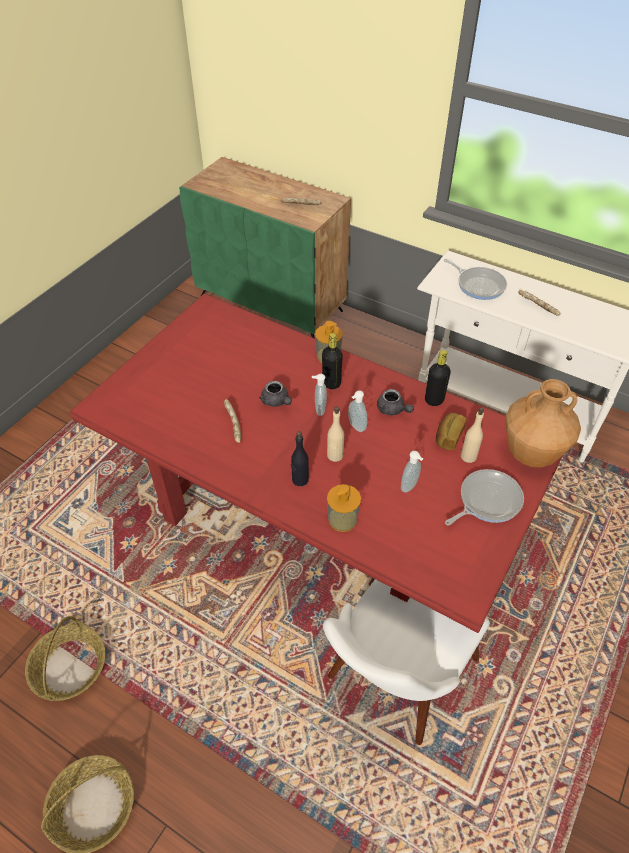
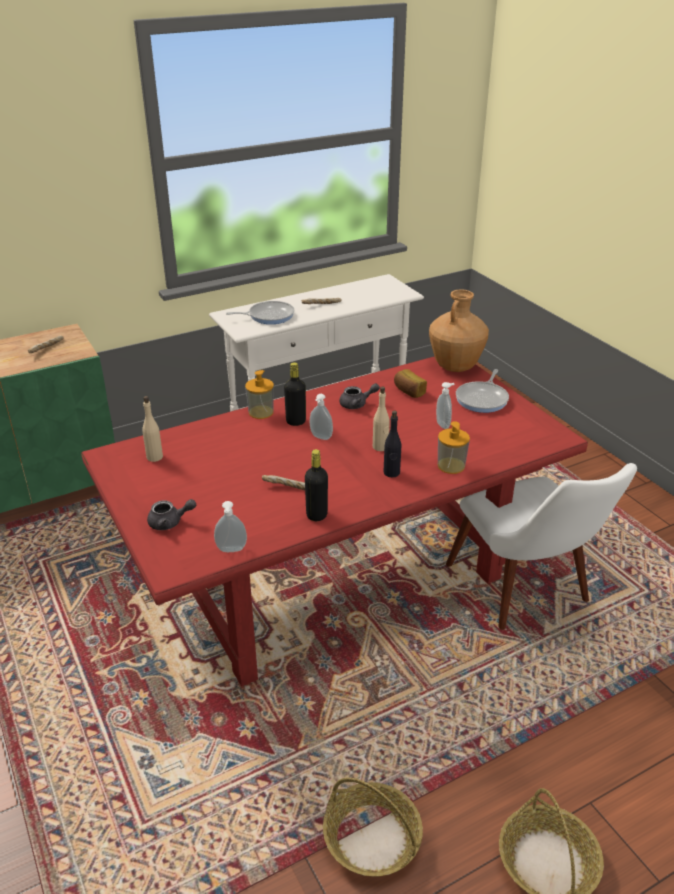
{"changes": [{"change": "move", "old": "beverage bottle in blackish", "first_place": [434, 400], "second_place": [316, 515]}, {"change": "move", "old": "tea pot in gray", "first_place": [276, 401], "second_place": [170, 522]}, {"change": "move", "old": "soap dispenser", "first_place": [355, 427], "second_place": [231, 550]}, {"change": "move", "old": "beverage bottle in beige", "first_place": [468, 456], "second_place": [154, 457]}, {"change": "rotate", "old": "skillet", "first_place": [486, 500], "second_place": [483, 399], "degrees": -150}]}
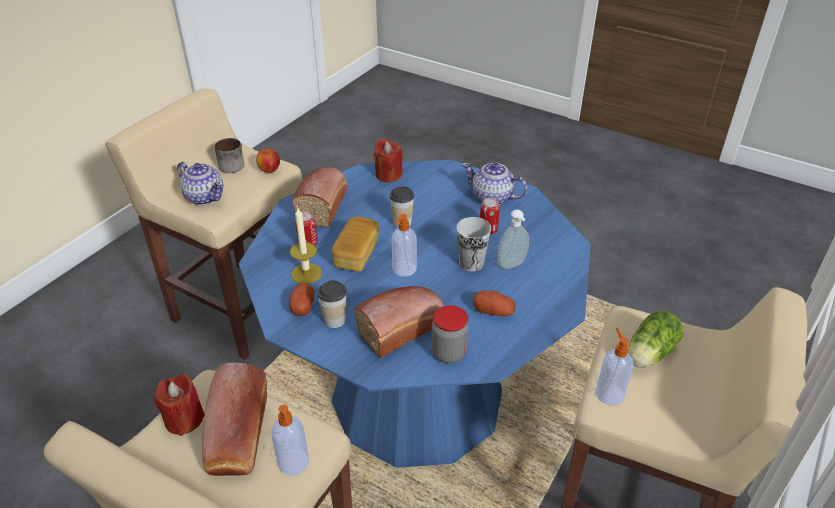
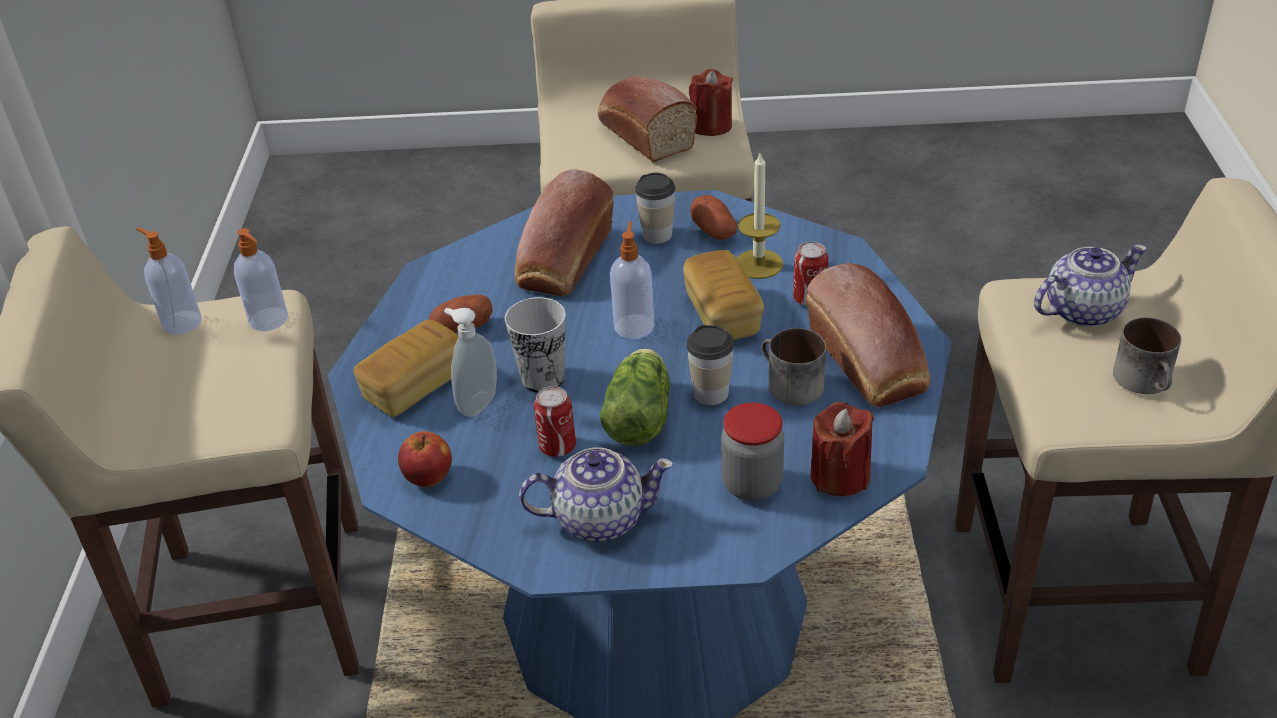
{"changes": [{"change": "move", "old": "whole apple", "first_place": [269, 170], "second_place": [428, 477]}, {"change": "rotate", "old": "tea pot", "first_place": [204, 197], "second_place": [1081, 311], "degrees": 150}, {"change": "move", "old": "preserve jar", "first_place": [449, 353], "second_place": [752, 485]}, {"change": "move", "old": "head of lettuce", "first_place": [648, 354], "second_place": [640, 414]}, {"change": "move", "old": "soap dispenser", "first_place": [294, 463], "second_place": [181, 322]}, {"change": "insert", "new": "bakery bread", "second_place": [415, 387]}, {"change": "insert", "new": "mug", "second_place": [788, 384]}]}
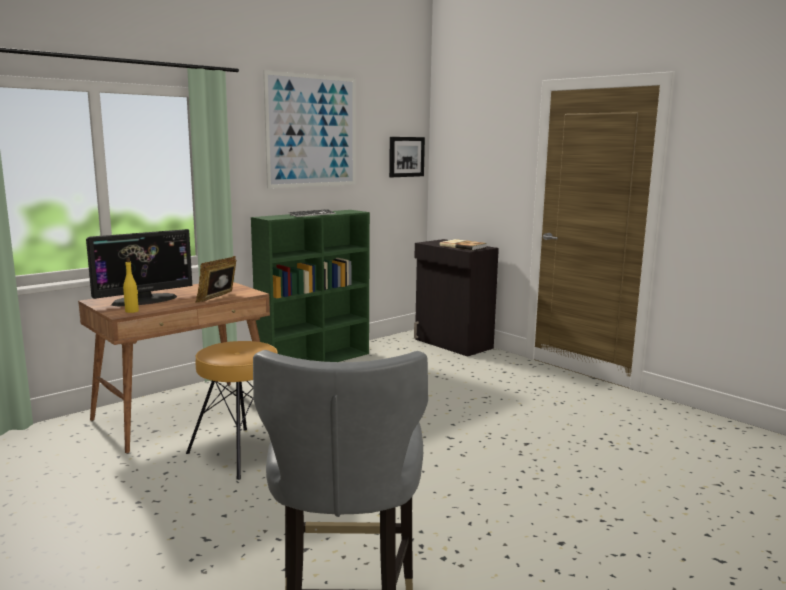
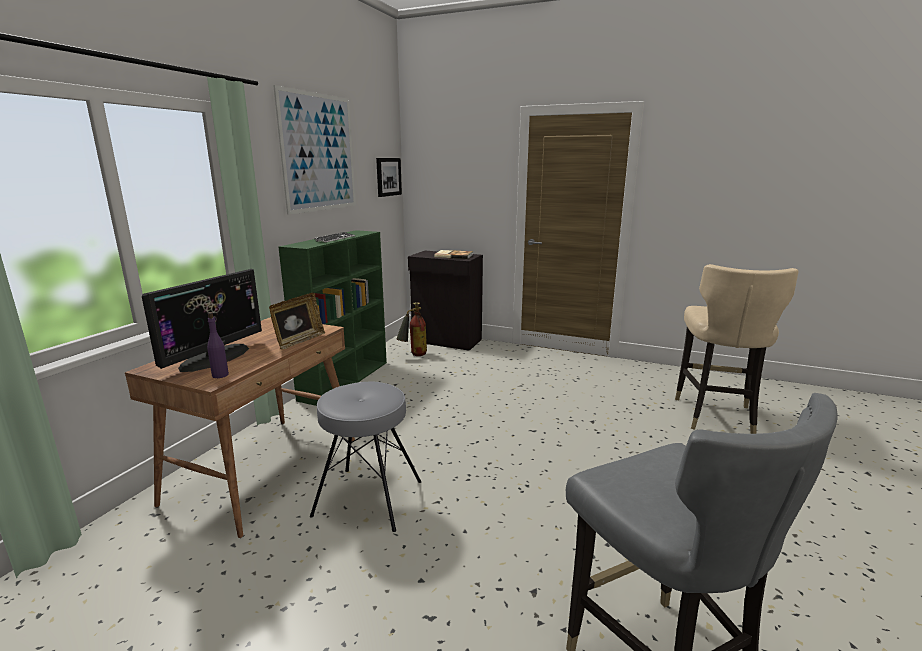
{"changes": [{"change": "rotate", "old": "standing frame", "first_place": [218, 298], "second_place": [299, 341], "degrees": -150}, {"change": "recolor", "old": "beverage bottle in yellowish", "new": "beverage bottle in purplish", "first_place": [132, 311], "second_place": [220, 375]}, {"change": "recolor", "old": "stool in brown", "new": "stool in gray", "first_place": [241, 453], "second_place": [368, 499]}, {"change": "insert", "new": "upright chair in beige", "second_place": [715, 416]}, {"change": "insert", "new": "fire-fighting cylinder", "second_place": [413, 355]}]}
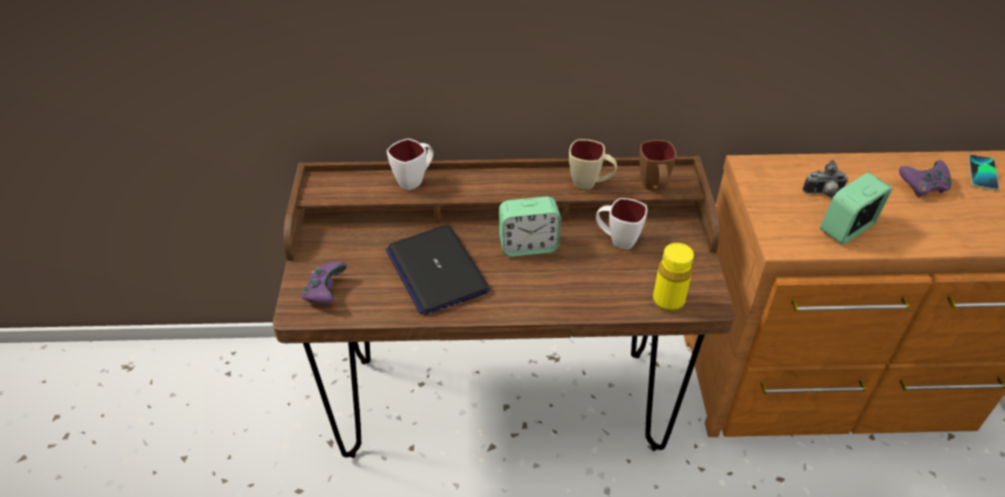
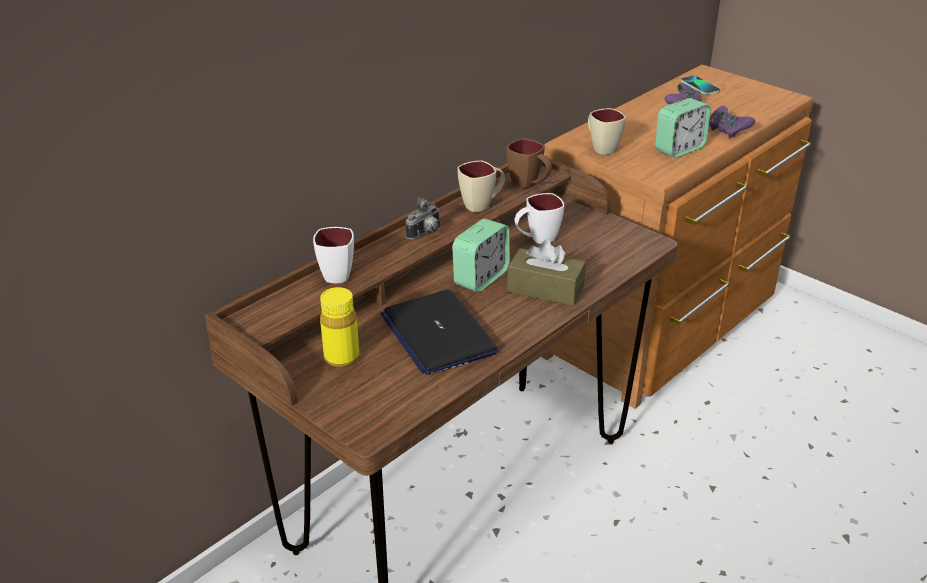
{"changes": [{"change": "move", "old": "photo camera", "first_place": [823, 194], "second_place": [426, 233]}, {"change": "rotate", "old": "bedside clock", "first_place": [847, 229], "second_place": [679, 149], "degrees": -135}, {"change": "rotate", "old": "portable computer", "first_place": [436, 270], "second_place": [437, 334], "degrees": 45}, {"change": "move", "old": "beverage bottle in yellowish", "first_place": [668, 301], "second_place": [341, 357]}, {"change": "move", "old": "game controller in purplish", "first_place": [325, 292], "second_place": [727, 131]}, {"change": "insert", "new": "mug in beige", "second_place": [601, 148]}, {"change": "insert", "new": "box of tissues in brown", "second_place": [545, 289]}]}
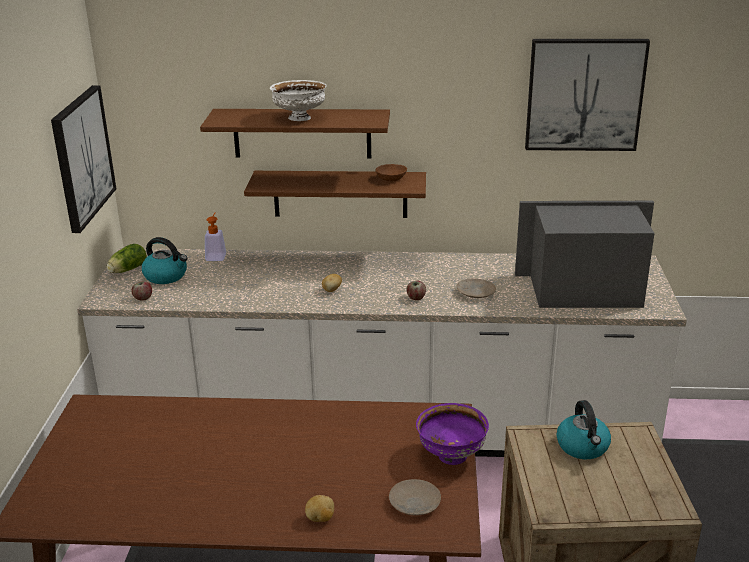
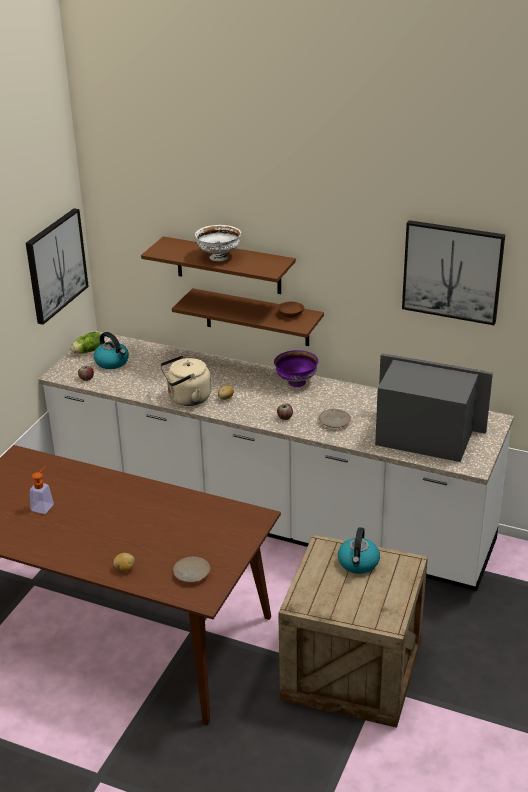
{"changes": [{"change": "move", "old": "soap dispenser", "first_place": [216, 255], "second_place": [44, 505]}, {"change": "move", "old": "deep dish in purplish", "first_place": [451, 456], "second_place": [296, 382]}, {"change": "insert", "new": "kettle in beige", "second_place": [187, 399]}]}
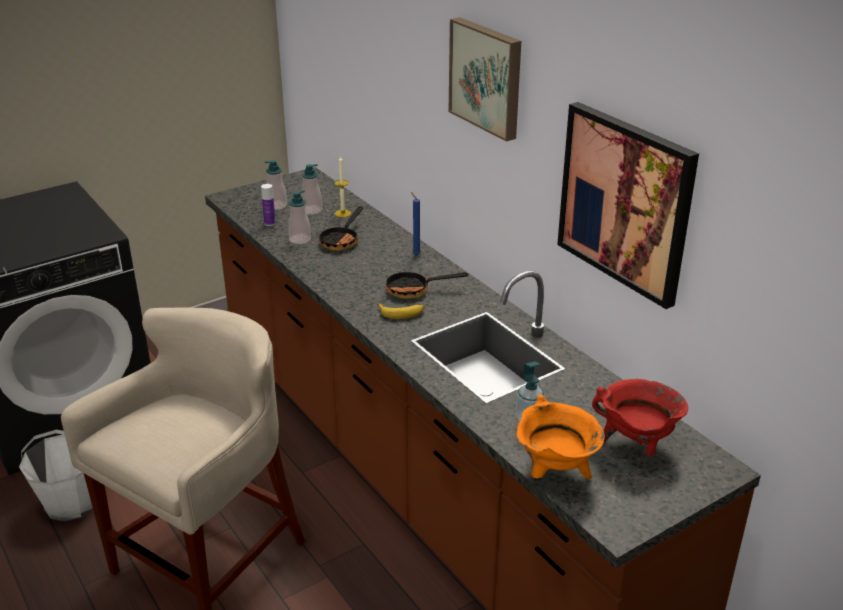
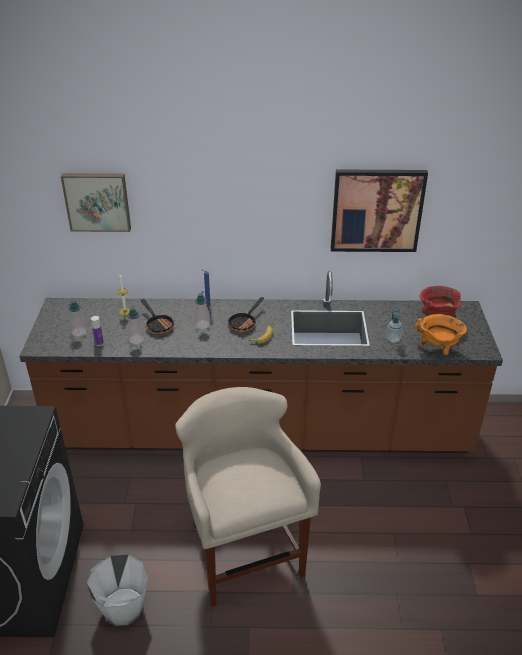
{"changes": [{"change": "move", "old": "wall art", "first_place": [487, 77], "second_place": [97, 201]}, {"change": "move", "old": "soap dispenser", "first_place": [312, 210], "second_place": [202, 325]}]}
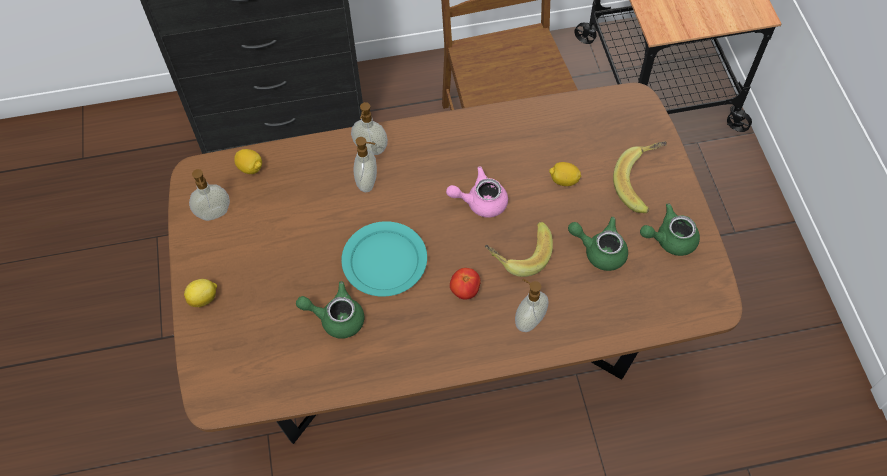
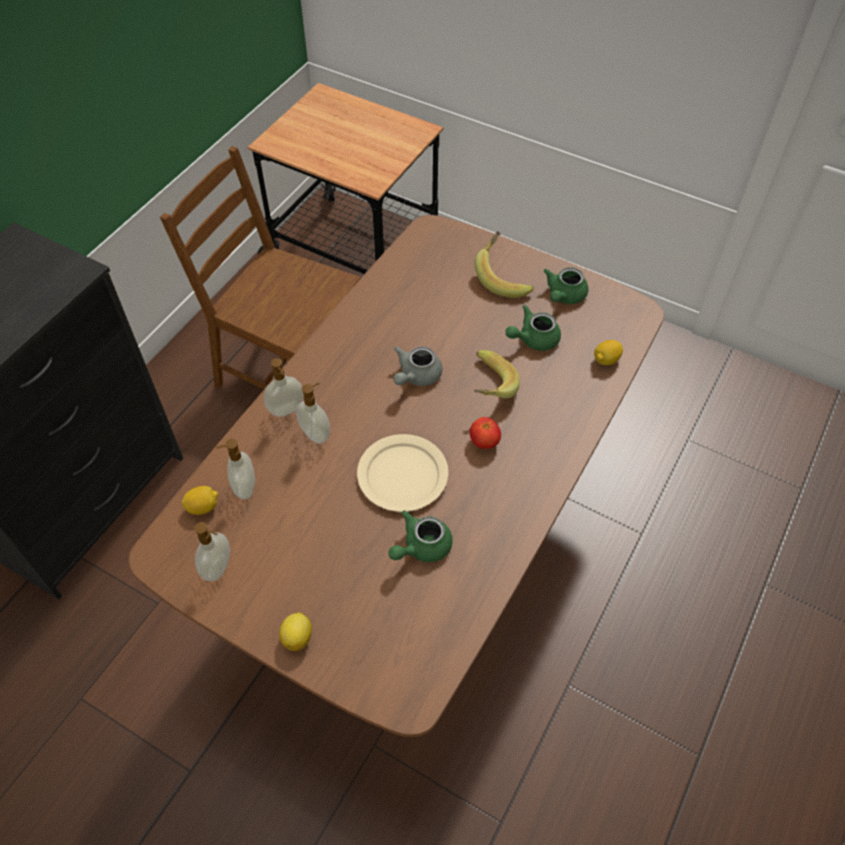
{"changes": [{"change": "move", "old": "whole lemon", "first_place": [563, 180], "second_place": [606, 360]}, {"change": "recolor", "old": "tea pot in pinkish", "new": "tea pot in gray", "first_place": [480, 202], "second_place": [416, 376]}, {"change": "recolor", "old": "dinner plate in turquoise", "new": "dinner plate in beige", "first_place": [385, 261], "second_place": [403, 475]}, {"change": "move", "old": "soap dispenser", "first_place": [529, 320], "second_place": [244, 487]}]}
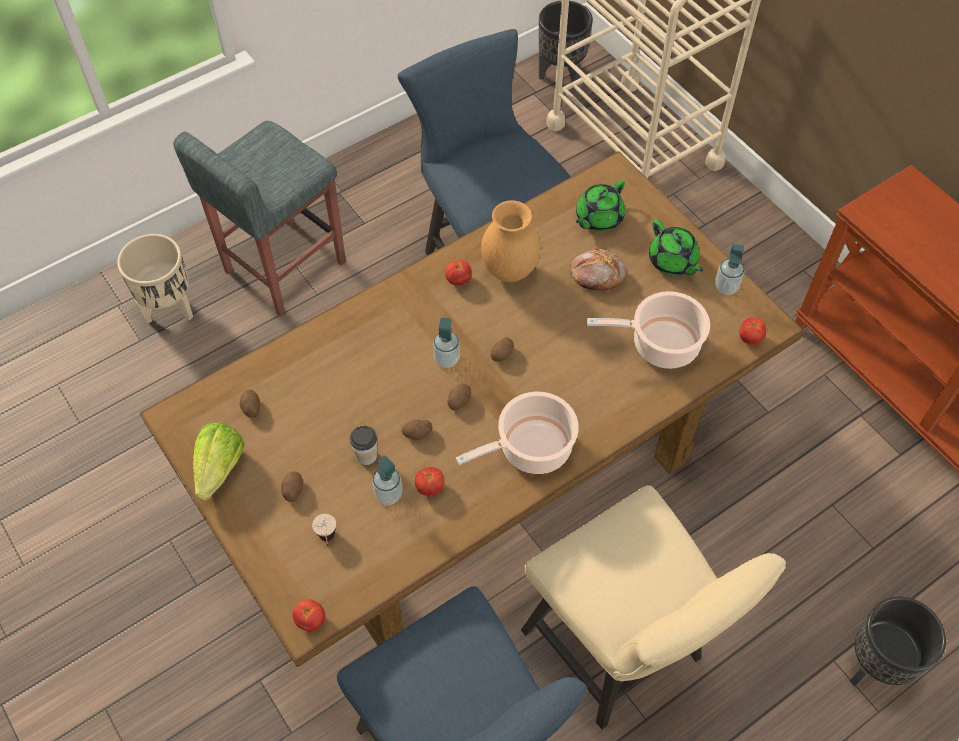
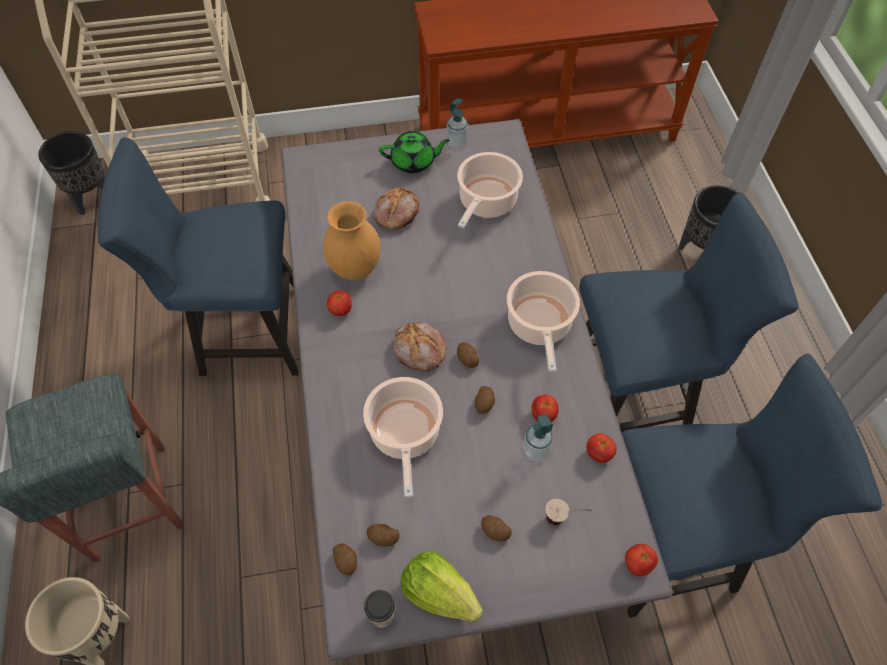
{"changes": [{"change": "recolor", "old": "dining table in brown", "new": "dining table in gray", "first_place": [479, 478], "second_place": [445, 428]}, {"change": "delete", "old": "tea pot in green", "first_place": [598, 218]}, {"change": "move", "old": "tomato", "first_place": [750, 338], "second_place": [599, 453]}, {"change": "replace", "old": "soap dispenser", "new": "bakery bread", "first_place": [447, 359], "second_place": [419, 351]}, {"change": "move", "old": "spud", "first_place": [502, 354], "second_place": [346, 561]}, {"change": "move", "old": "drinking cup", "first_place": [366, 456], "second_place": [382, 616]}, {"change": "recolor", "old": "upright chair in beige", "new": "upright chair in blue-coloured", "first_place": [621, 653], "second_place": [636, 394]}, {"change": "insert", "new": "saucepot", "second_place": [405, 435]}]}
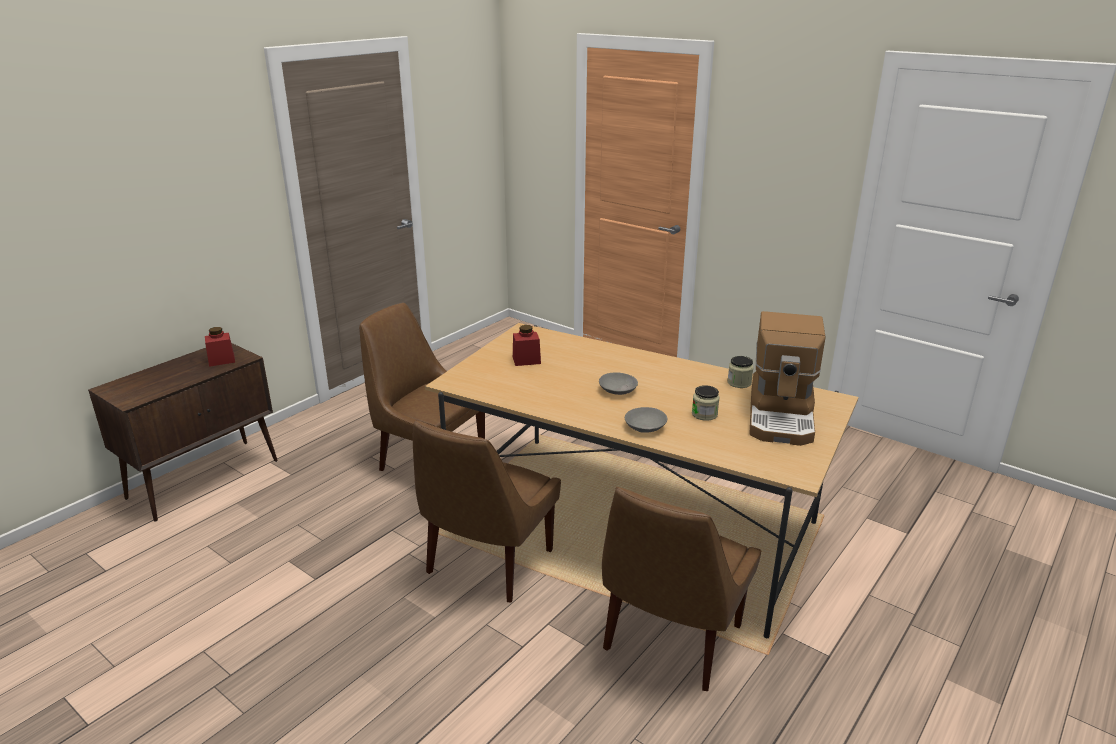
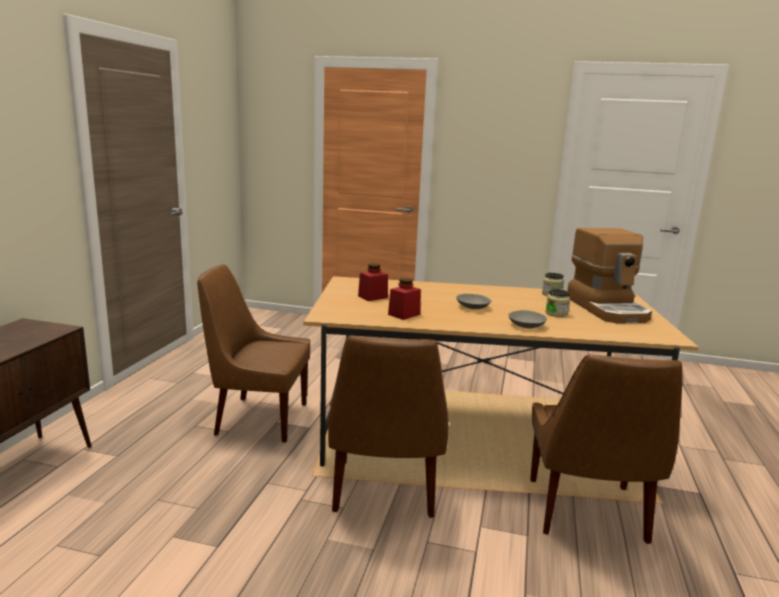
{"changes": [{"change": "move", "old": "preserve jar in red", "first_place": [221, 360], "second_place": [404, 314]}]}
